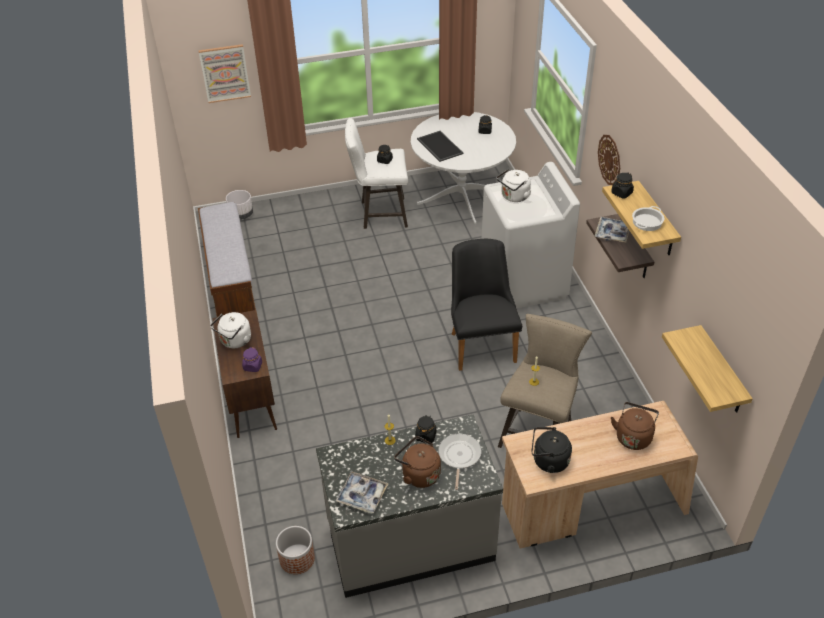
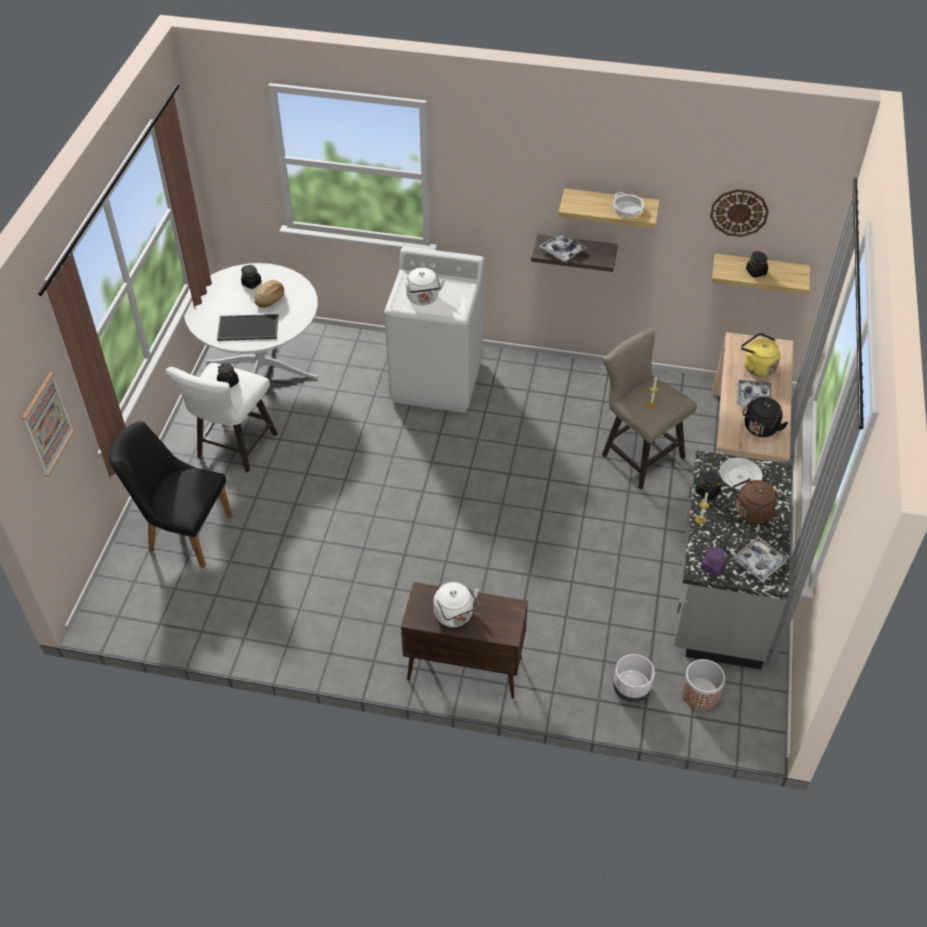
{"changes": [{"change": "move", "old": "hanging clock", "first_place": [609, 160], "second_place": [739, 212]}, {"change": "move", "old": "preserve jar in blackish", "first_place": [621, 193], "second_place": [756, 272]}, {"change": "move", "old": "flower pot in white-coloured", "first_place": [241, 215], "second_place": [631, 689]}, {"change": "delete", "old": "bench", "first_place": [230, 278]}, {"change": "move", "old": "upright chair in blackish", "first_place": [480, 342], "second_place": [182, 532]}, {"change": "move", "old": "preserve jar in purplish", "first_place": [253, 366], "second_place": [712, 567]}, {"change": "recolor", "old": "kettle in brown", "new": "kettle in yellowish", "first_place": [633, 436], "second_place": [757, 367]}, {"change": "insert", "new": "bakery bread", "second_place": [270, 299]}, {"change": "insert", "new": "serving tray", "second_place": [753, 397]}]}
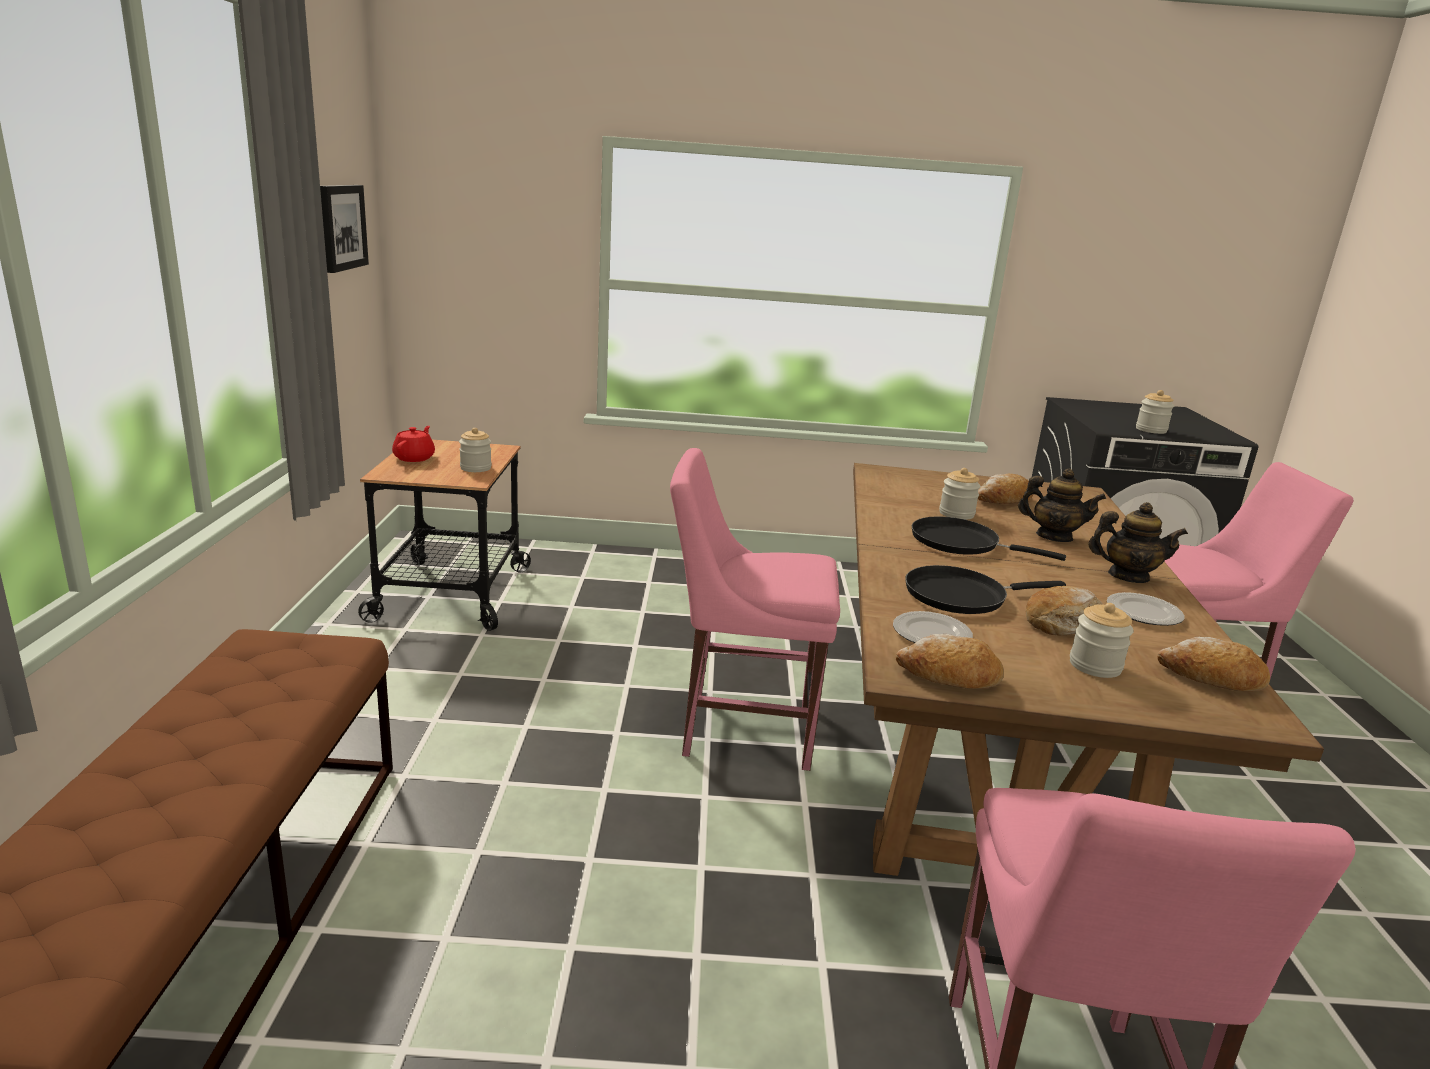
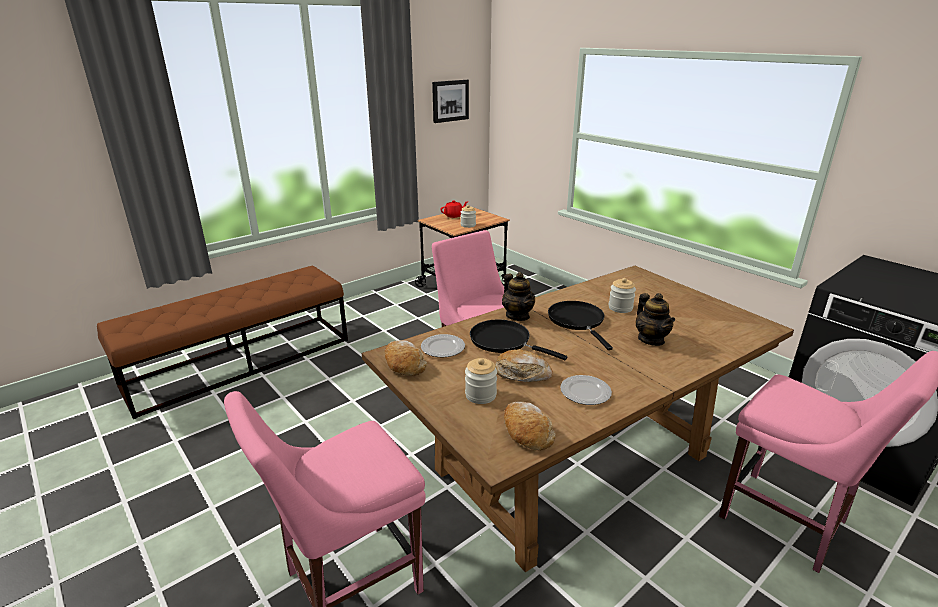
{"changes": [{"change": "delete", "old": "preserve jar", "first_place": [1151, 430]}, {"change": "delete", "old": "bakery bread", "first_place": [1003, 500]}, {"change": "move", "old": "tea pot", "first_place": [1127, 576], "second_place": [518, 316]}]}
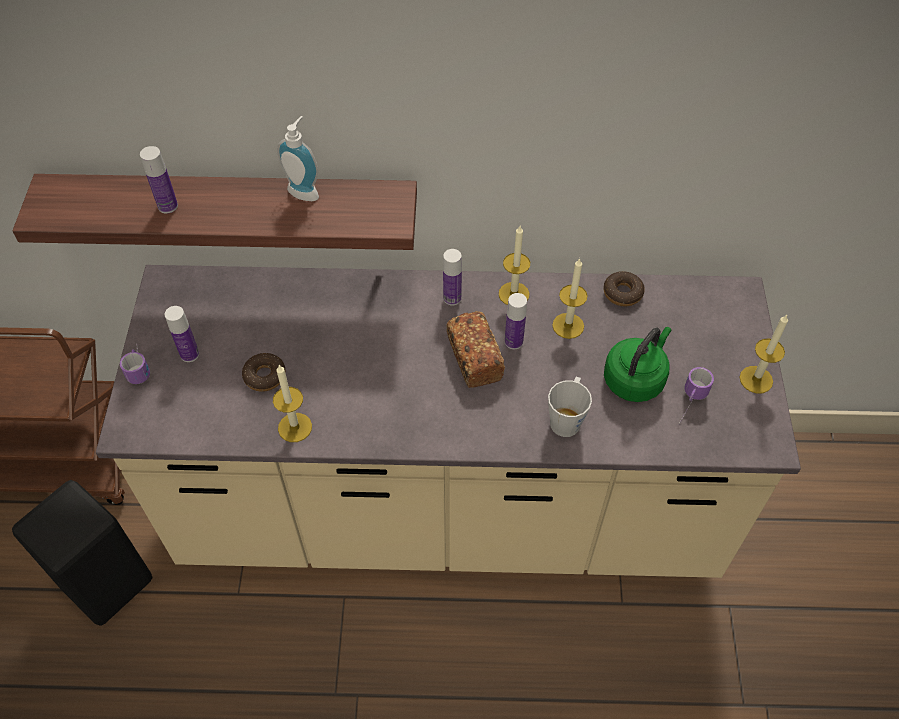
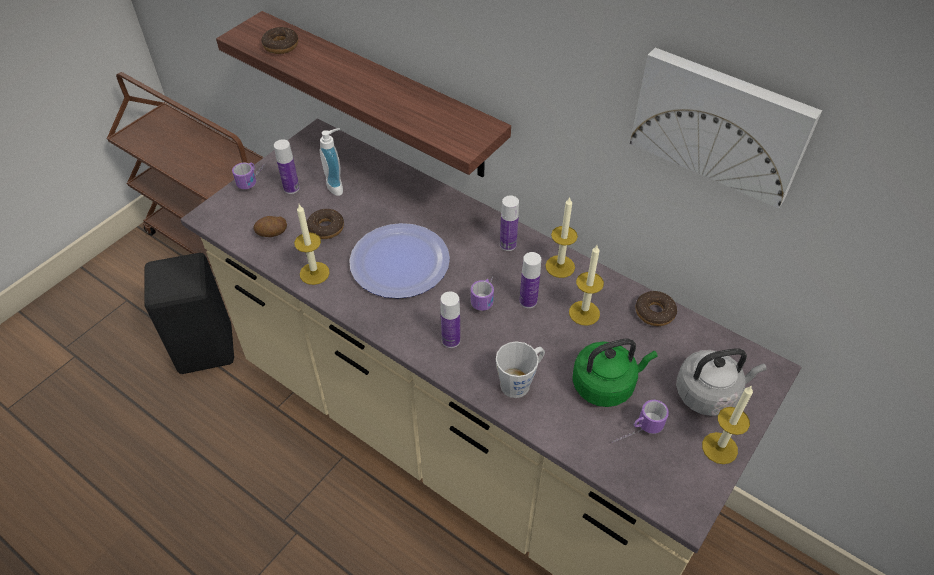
{"changes": [{"change": "move", "old": "soap dispenser", "first_place": [305, 190], "second_place": [338, 186]}, {"change": "move", "old": "beverage bottle", "first_place": [168, 206], "second_place": [451, 340]}, {"change": "replace", "old": "bakery bread", "new": "mug", "first_place": [474, 358], "second_place": [486, 296]}, {"change": "insert", "new": "doughnut", "second_place": [281, 46]}, {"change": "insert", "new": "wall art", "second_place": [721, 124]}, {"change": "insert", "new": "spud", "second_place": [272, 233]}, {"change": "insert", "new": "dinner plate", "second_place": [400, 262]}, {"change": "insert", "new": "kettle in gray", "second_place": [709, 393]}]}
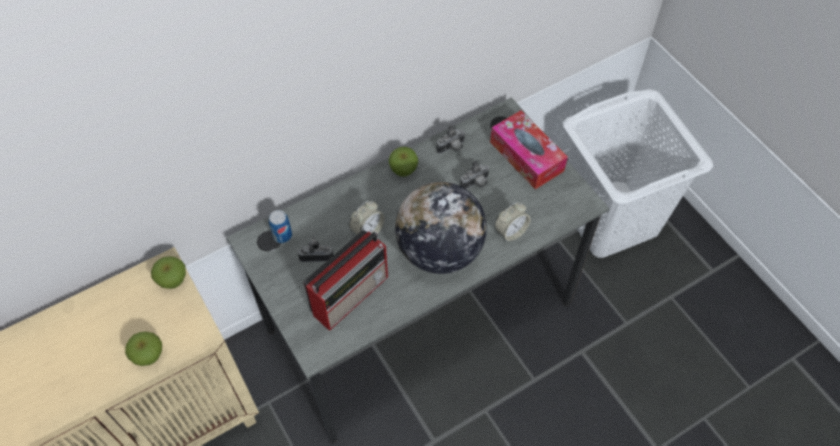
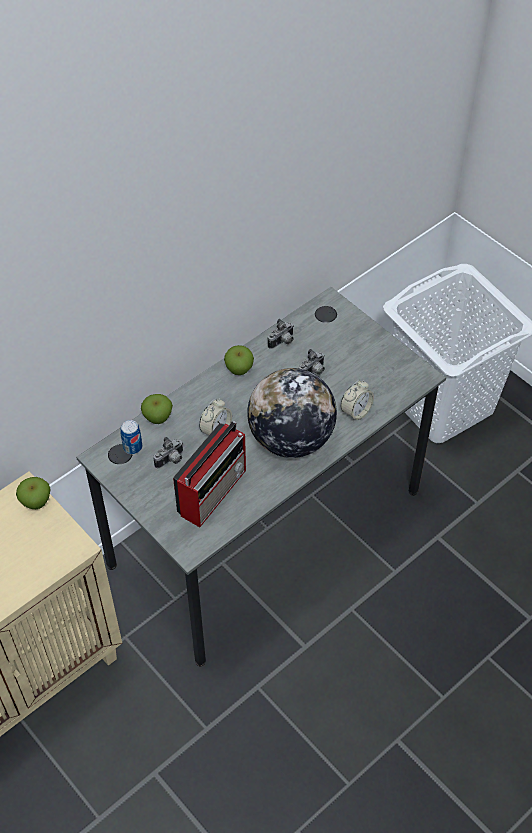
{"changes": [{"change": "delete", "old": "box of tissues", "first_place": [526, 156]}, {"change": "rotate", "old": "photo camera", "first_place": [316, 255], "second_place": [171, 460], "degrees": 150}, {"change": "move", "old": "whole apple", "first_place": [149, 356], "second_place": [158, 418]}]}
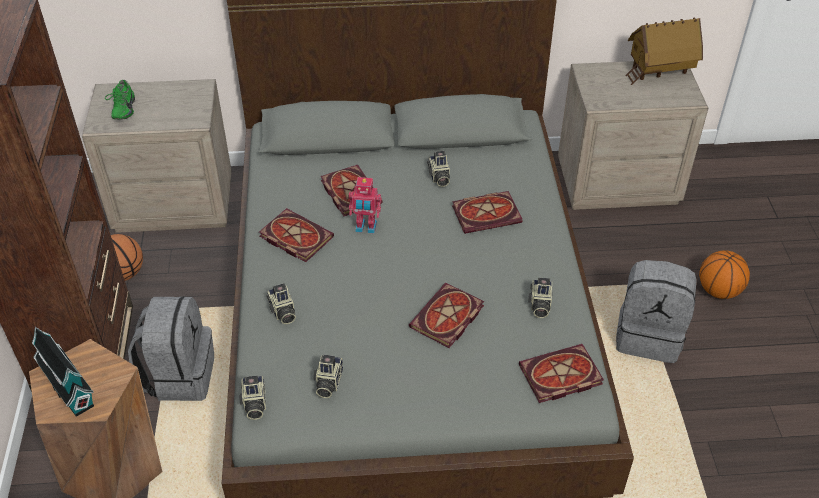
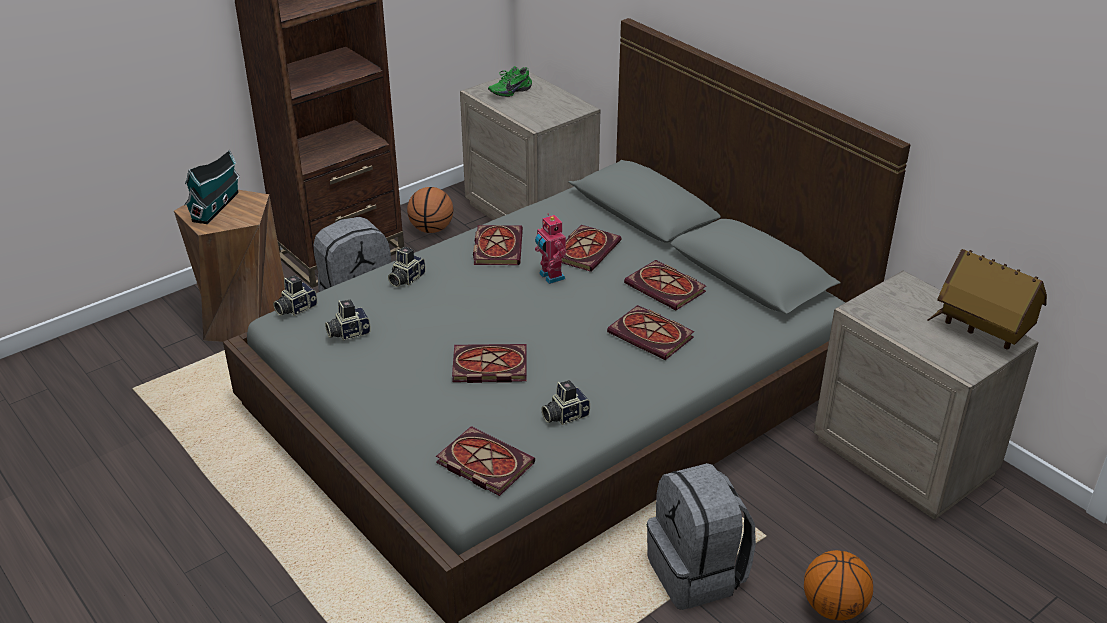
{"changes": [{"change": "replace", "old": "photo camera", "new": "book", "first_place": [438, 177], "second_place": [667, 288]}]}
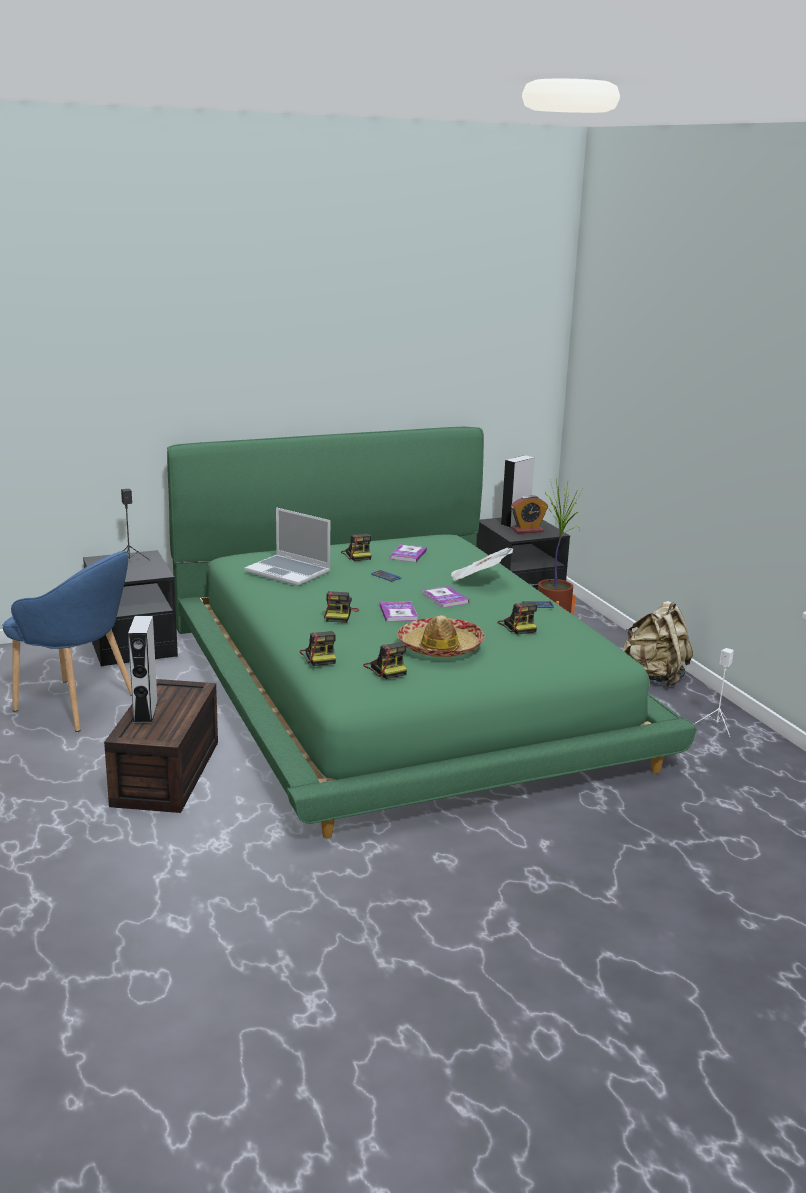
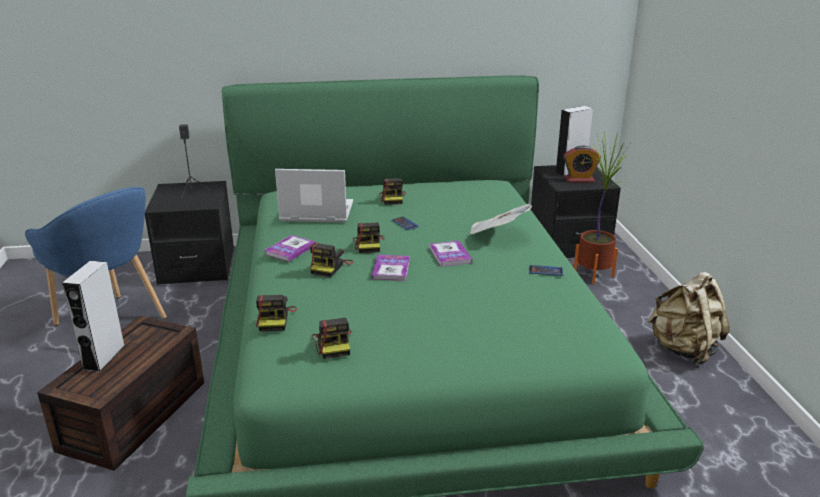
{"changes": [{"change": "rotate", "old": "portable computer", "first_place": [289, 572], "second_place": [316, 213], "degrees": 135}, {"change": "move", "old": "book", "first_place": [408, 554], "second_place": [290, 249]}, {"change": "move", "old": "photo camera", "first_place": [518, 626], "second_place": [368, 244]}, {"change": "delete", "old": "clothing hat", "first_place": [440, 647]}, {"change": "delete", "old": "audio speaker in white-coloured", "first_place": [717, 726]}]}
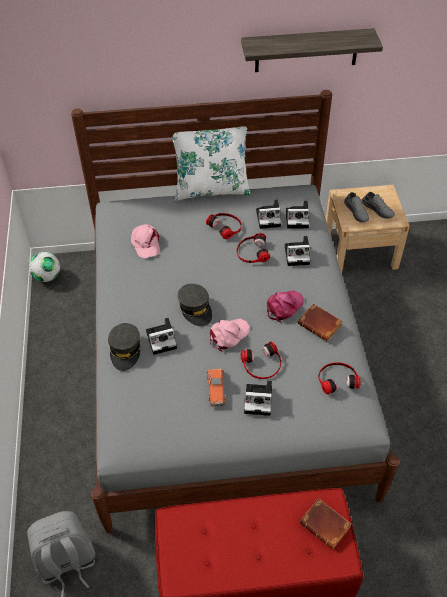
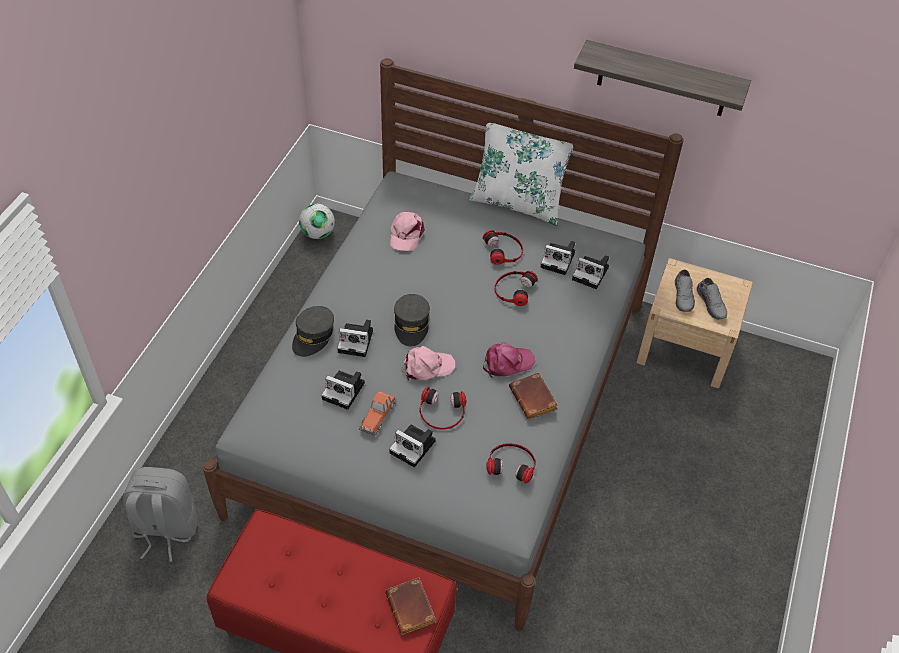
{"changes": [{"change": "move", "old": "photo camera", "first_place": [298, 254], "second_place": [345, 391]}]}
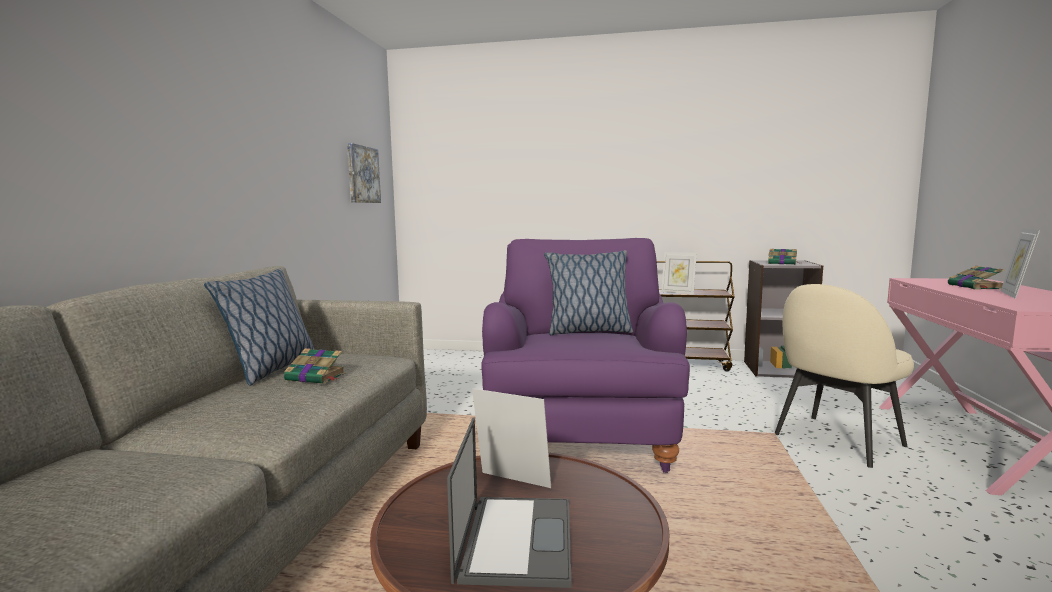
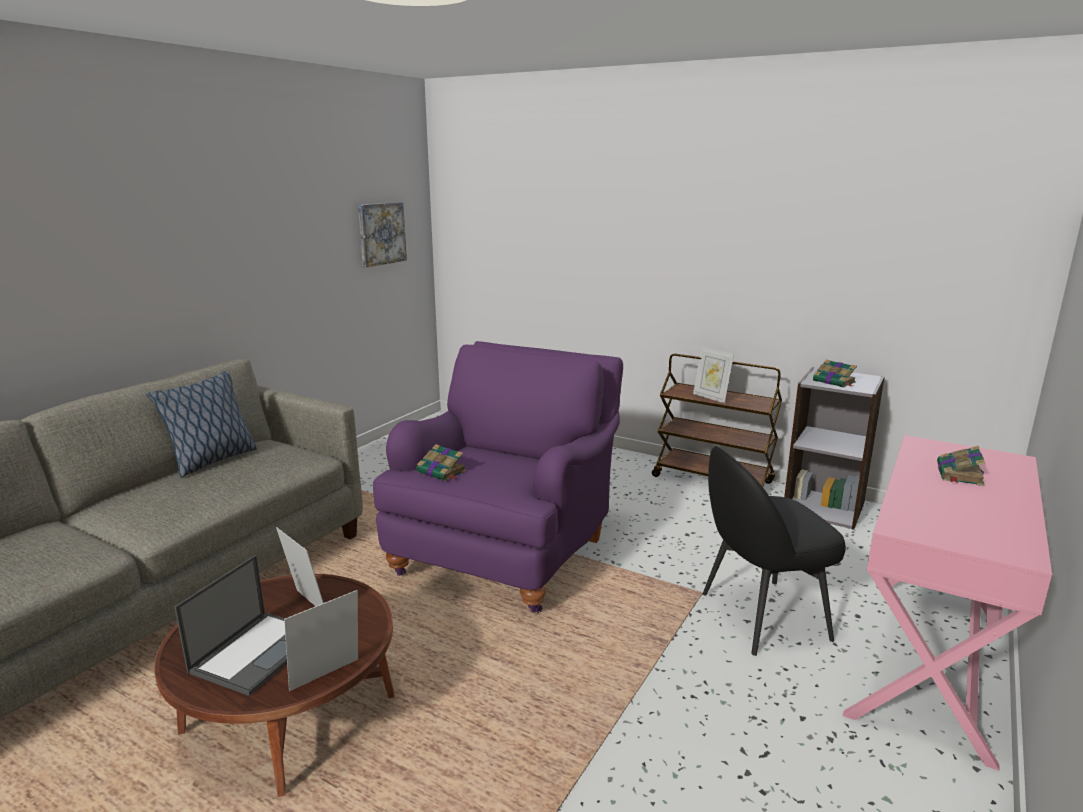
{"changes": [{"change": "move", "old": "standing frame", "first_place": [1014, 295], "second_place": [327, 678]}, {"change": "delete", "old": "pillow", "first_place": [588, 331]}, {"change": "recolor", "old": "upright chair in beige", "new": "upright chair in blackish", "first_place": [836, 441], "second_place": [760, 616]}, {"change": "move", "old": "book", "first_place": [316, 377], "second_place": [442, 472]}]}
